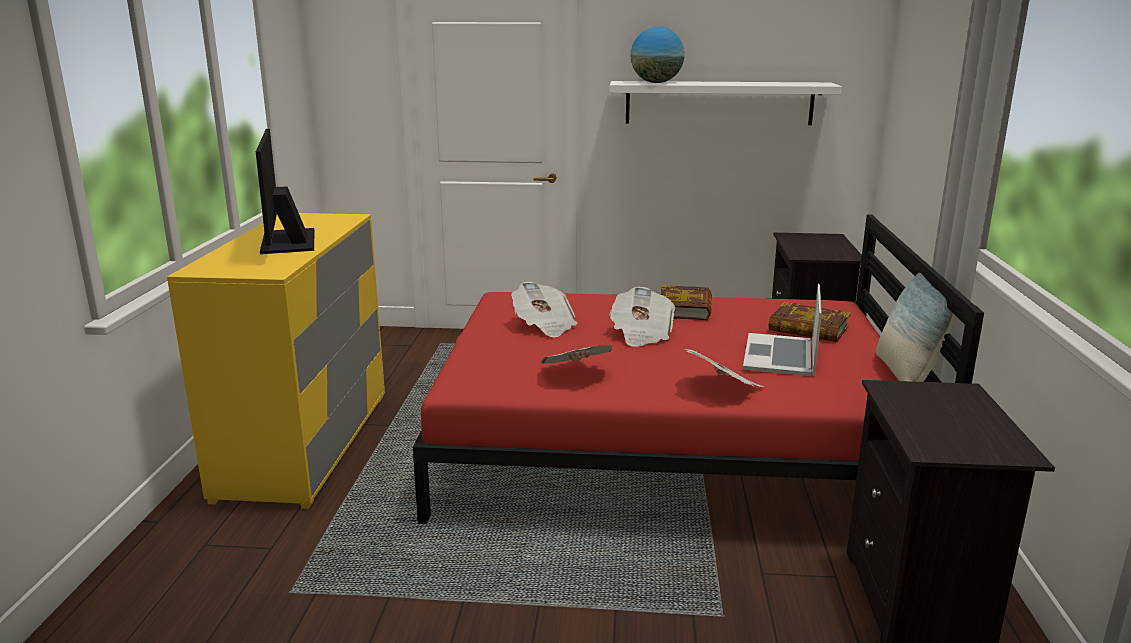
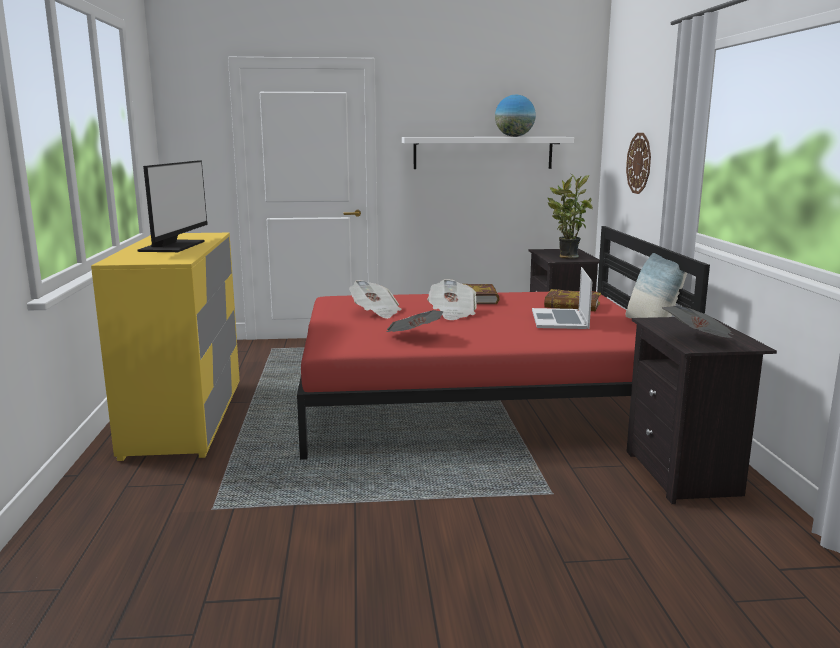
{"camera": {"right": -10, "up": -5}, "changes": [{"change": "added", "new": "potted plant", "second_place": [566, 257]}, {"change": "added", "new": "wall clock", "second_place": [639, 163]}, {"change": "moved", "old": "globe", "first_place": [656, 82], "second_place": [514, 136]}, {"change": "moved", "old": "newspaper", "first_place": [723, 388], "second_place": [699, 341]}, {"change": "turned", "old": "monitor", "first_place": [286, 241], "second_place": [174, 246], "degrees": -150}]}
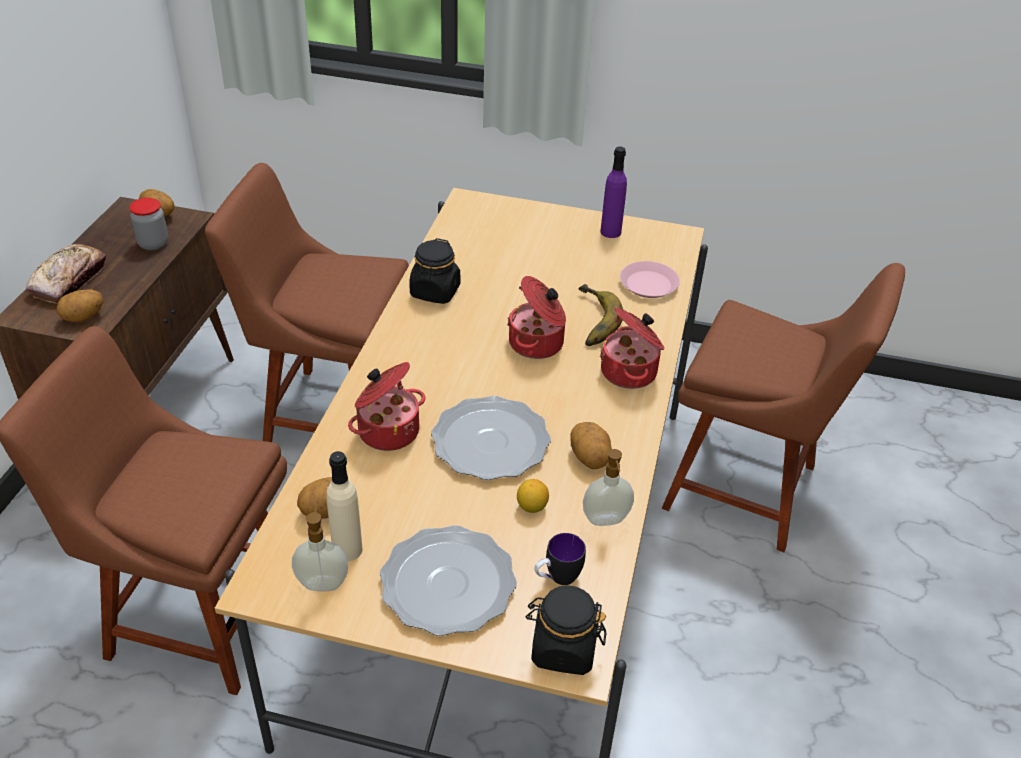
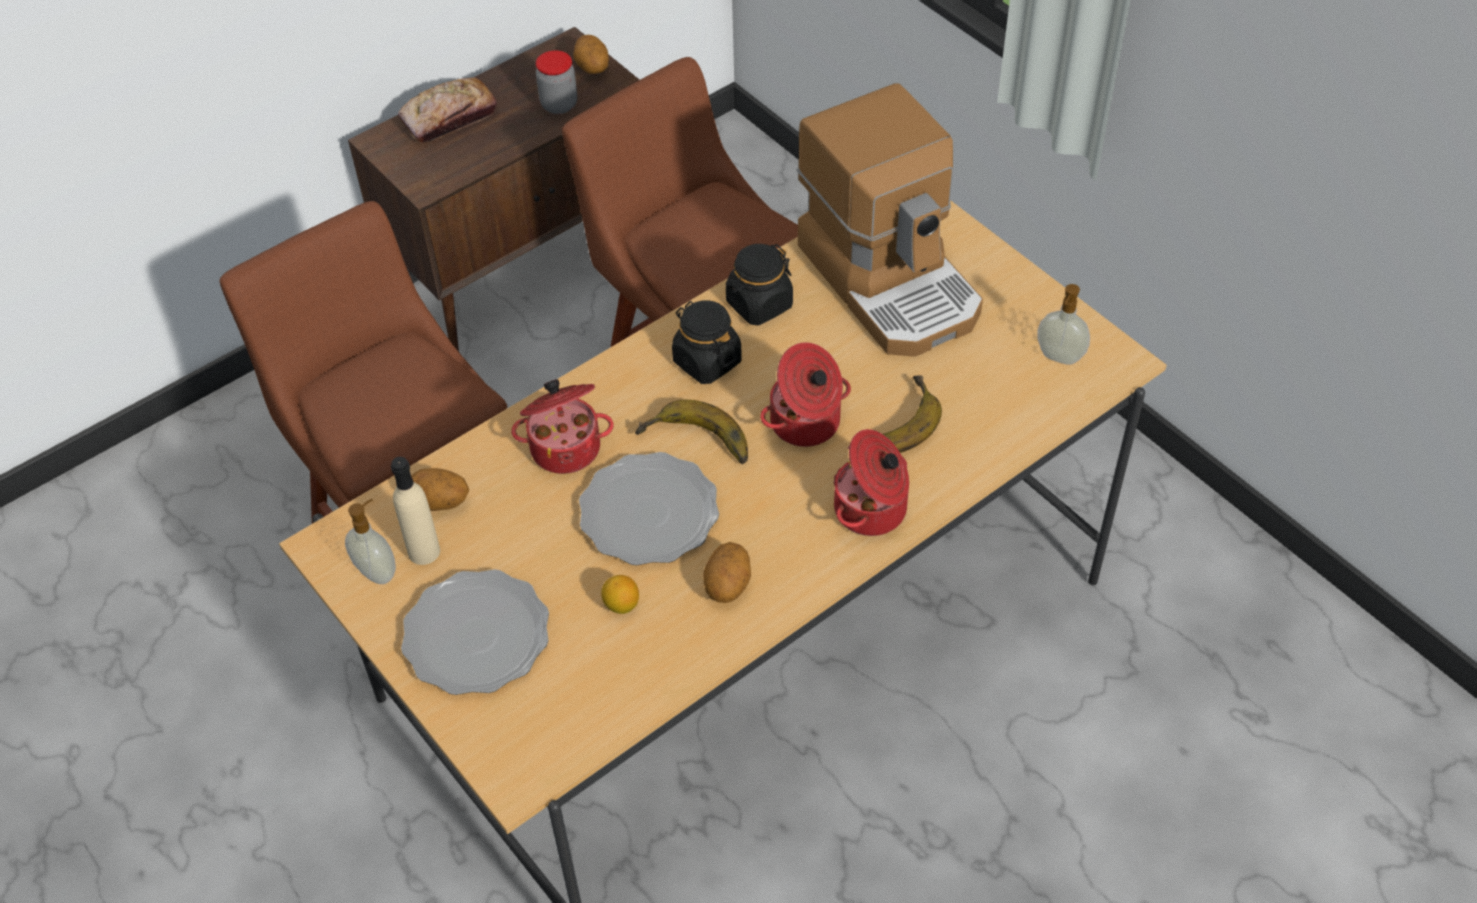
{"camera": {"right": 40, "up": 10}, "changes": [{"change": "removed", "old": "potato", "first_place": [84, 318]}, {"change": "removed", "old": "mug", "first_place": [557, 579]}, {"change": "removed", "old": "purple bottle", "first_place": [610, 232]}, {"change": "removed", "old": "pink plate", "first_place": [648, 284]}, {"change": "removed", "old": "brown chair", "first_place": [749, 490]}, {"change": "added", "new": "banana", "second_place": [695, 445]}, {"change": "added", "new": "coffee machine", "second_place": [892, 280]}, {"change": "moved", "old": "black jar", "first_place": [563, 649], "second_place": [706, 361]}, {"change": "moved", "old": "soap dispenser", "first_place": [606, 520], "second_place": [1059, 357]}]}
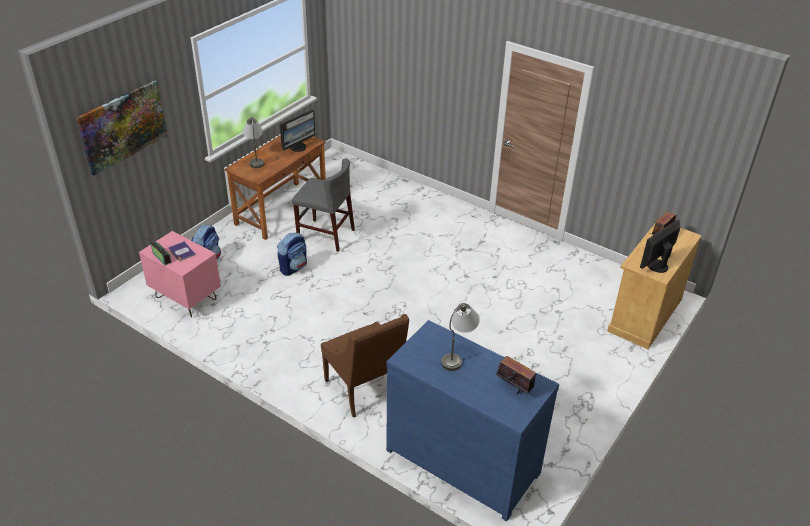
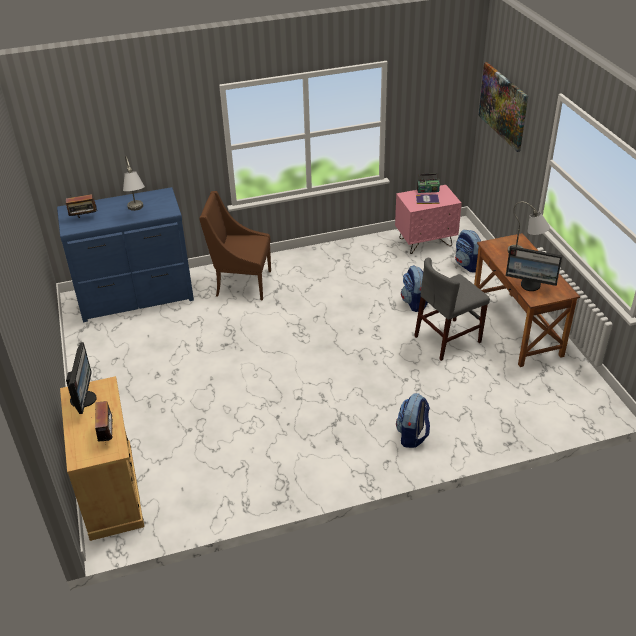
{"camera": {"right": 130, "up": 0}, "changes": [{"change": "added", "new": "backpack", "second_place": [412, 436]}, {"change": "turned", "old": "monitor", "first_place": [298, 147], "second_place": [530, 285], "degrees": -60}]}
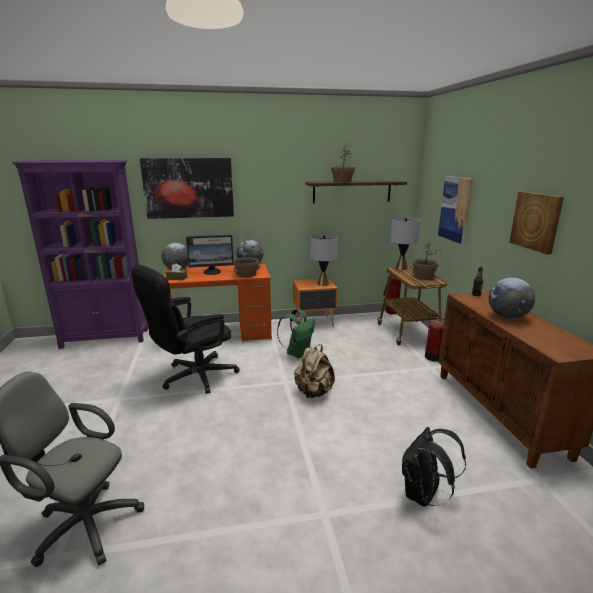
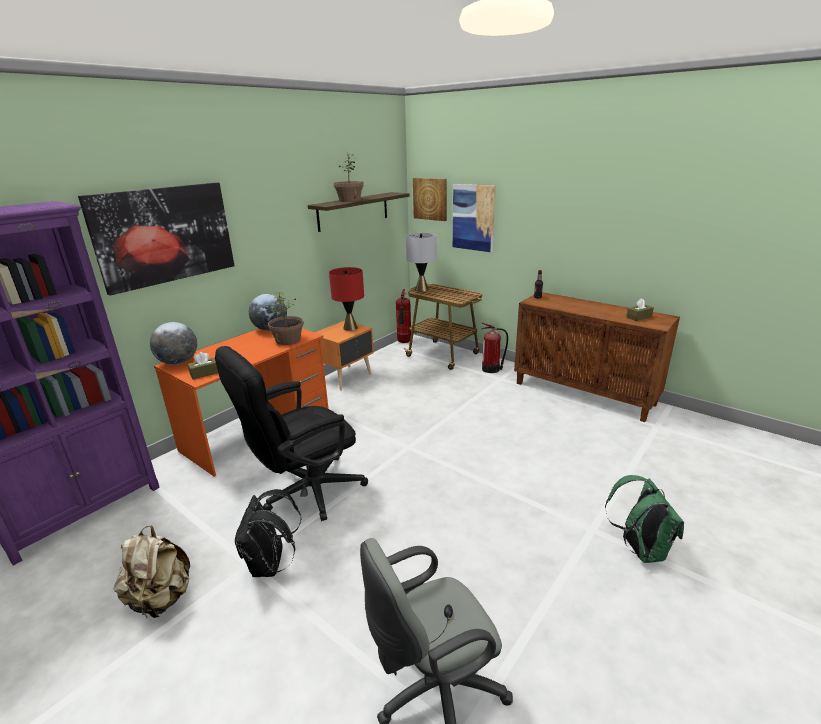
{"camera": {"right": -40, "up": 5}, "changes": [{"change": "removed", "old": "monitor", "first_place": [212, 272]}, {"change": "removed", "old": "potted plant", "first_place": [423, 275]}, {"change": "removed", "old": "globe", "first_place": [507, 317]}, {"change": "added", "new": "brown tissue box", "second_place": [639, 317]}, {"change": "moved", "old": "green backpack", "first_place": [297, 353], "second_place": [639, 549]}, {"change": "moved", "old": "beige backpack", "first_place": [313, 392], "second_place": [161, 599]}, {"change": "moved", "old": "black backpack", "first_place": [423, 495], "second_place": [270, 565]}, {"change": "moved", "old": "picture", "first_place": [536, 221], "second_place": [430, 199]}, {"change": "recoloured", "old": "grey table lamp", "new": "red table lamp", "first_place": [323, 283], "second_place": [350, 328]}, {"change": "turned", "old": "black office chair", "first_place": [192, 377], "second_place": [304, 492], "degrees": 45}]}
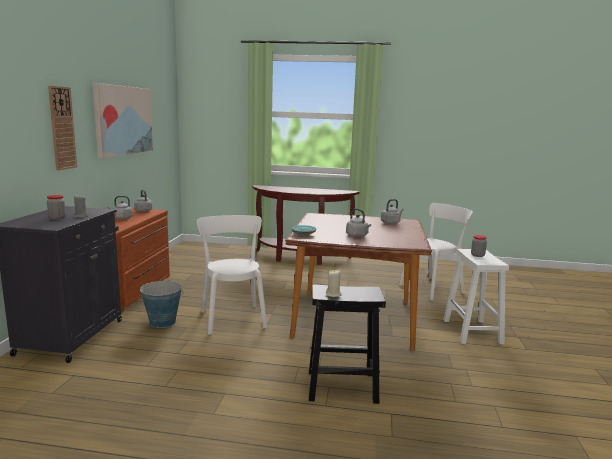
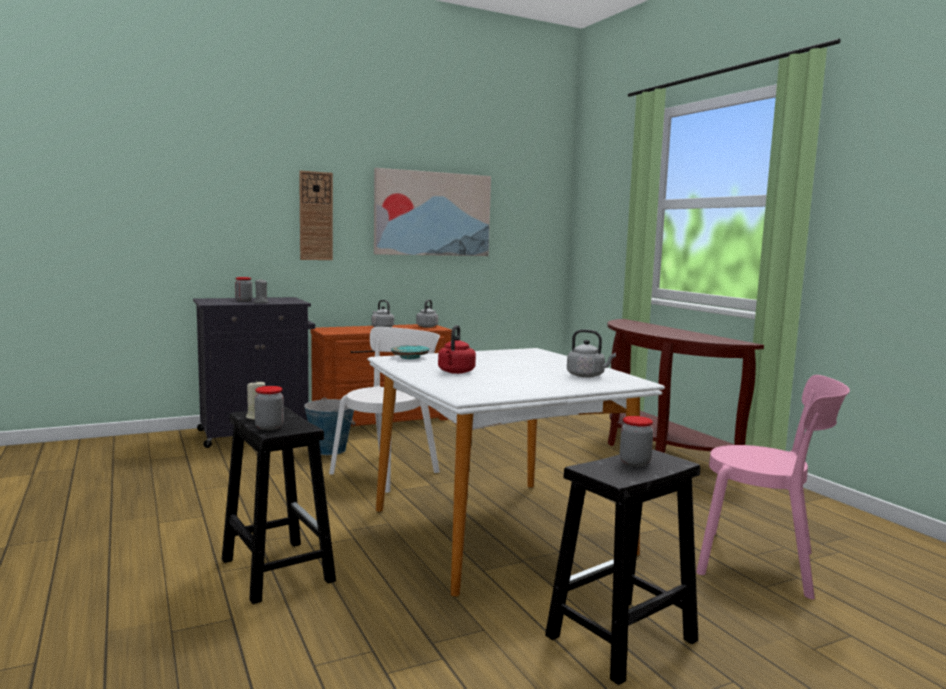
{"camera": {"right": 55, "up": -5}, "changes": [{"change": "added", "new": "jar", "second_place": [269, 427]}, {"change": "recoloured", "old": "brown dining table", "new": "white dining table", "first_place": [353, 318], "second_place": [499, 531]}, {"change": "recoloured", "old": "grey kettle", "new": "red kettle", "first_place": [358, 235], "second_place": [455, 372]}, {"change": "recoloured", "old": "white chair", "new": "pink chair", "first_place": [433, 288], "second_place": [763, 564]}, {"change": "recoloured", "old": "white stool", "new": "black stool", "first_place": [472, 332], "second_place": [620, 639]}]}
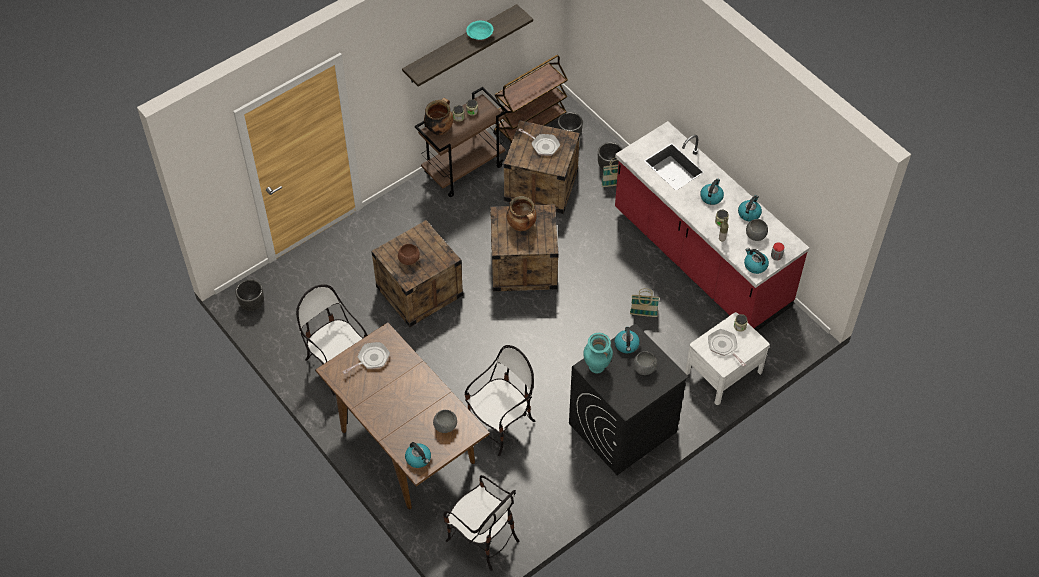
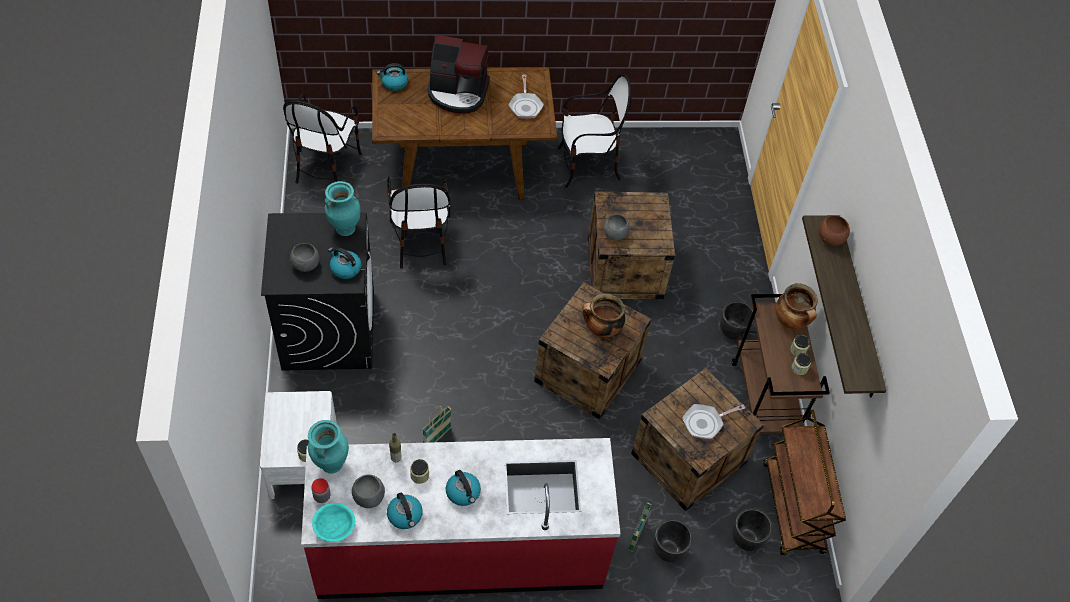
{"camera": {"right": 120, "up": 0}, "changes": [{"change": "removed", "old": "frying pan", "first_place": [723, 346]}, {"change": "added", "new": "coffee machine", "second_place": [458, 92]}, {"change": "moved", "old": "black planter", "first_place": [252, 304], "second_place": [732, 331]}, {"change": "moved", "old": "brown bowl", "first_place": [409, 260], "second_place": [830, 238]}, {"change": "moved", "old": "grey bowl", "first_place": [445, 426], "second_place": [614, 234]}, {"change": "moved", "old": "turquoise bowl", "first_place": [480, 35], "second_place": [334, 527]}, {"change": "replaced", "old": "kettle", "new": "turquoise vase", "first_place": [755, 265], "second_place": [331, 464]}, {"change": "turned", "old": "chair", "first_place": [482, 538], "second_place": [326, 166], "degrees": -60}]}
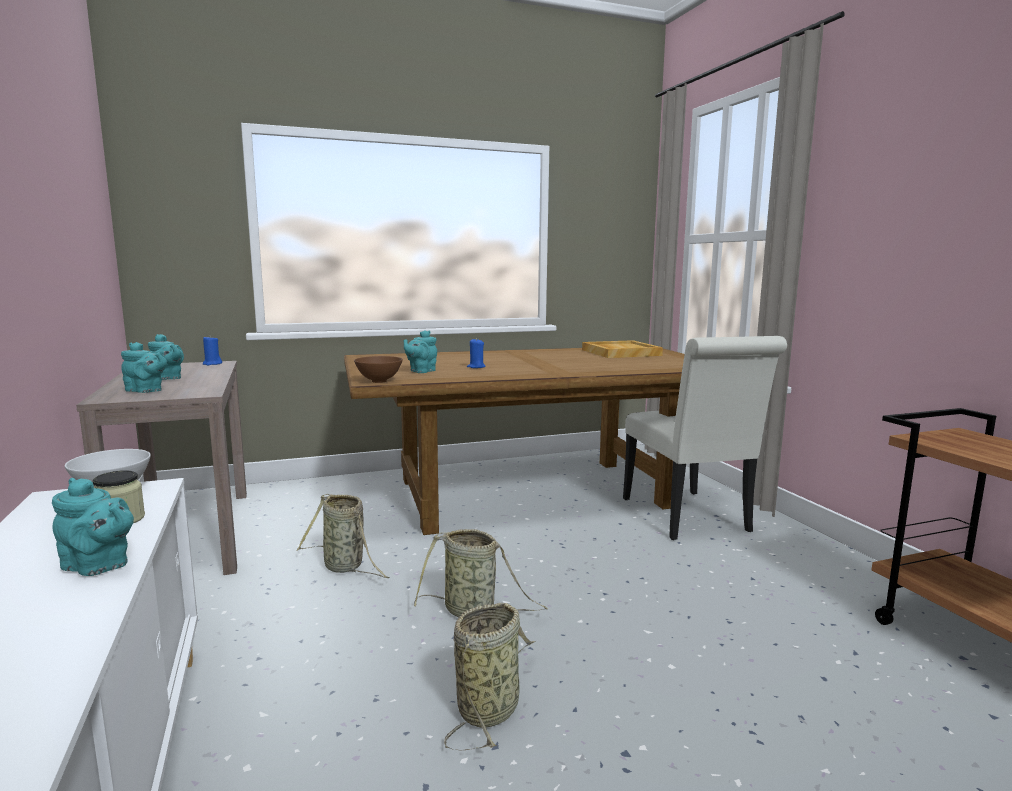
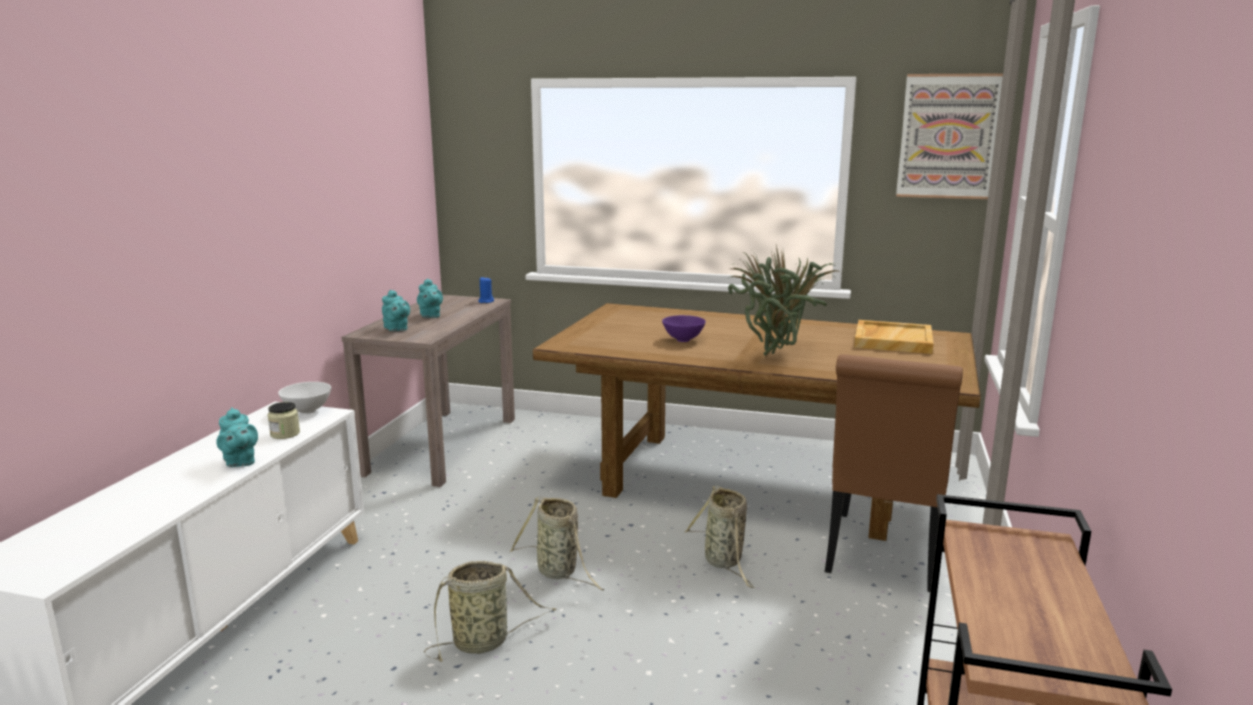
{"camera": {"right": 35, "up": 5}, "changes": [{"change": "removed", "old": "brown bowl", "first_place": [379, 381]}, {"change": "removed", "old": "turquoise teapot", "first_place": [421, 371]}, {"change": "added", "new": "potted plant", "second_place": [779, 355]}, {"change": "added", "new": "picture", "second_place": [948, 136]}, {"change": "moved", "old": "basket", "first_place": [346, 567], "second_place": [724, 562]}, {"change": "replaced", "old": "blue candle", "new": "purple bowl", "first_place": [476, 367], "second_place": [683, 340]}, {"change": "recoloured", "old": "white chair", "new": "brown chair", "first_place": [689, 518], "second_place": [883, 556]}]}
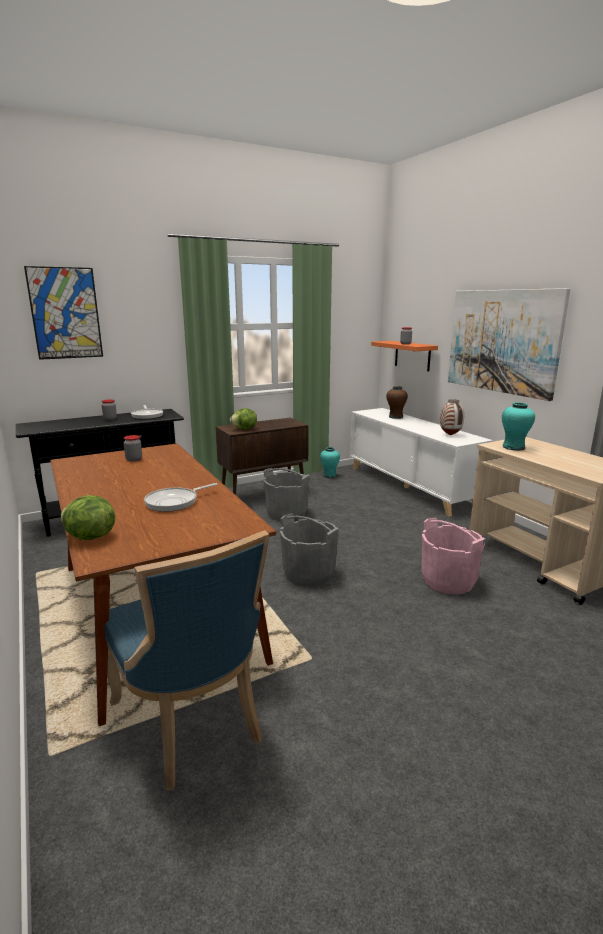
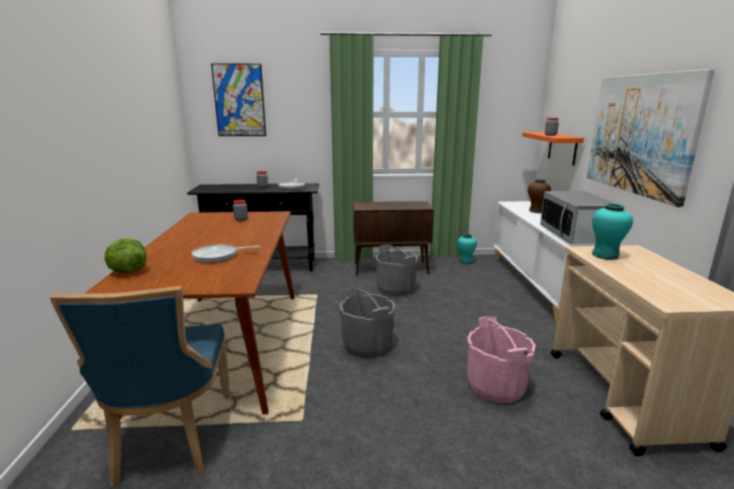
{"camera": {"right": 25, "up": 0}, "changes": [{"change": "removed", "old": "lettuce", "first_place": [244, 429]}, {"change": "replaced", "old": "vase", "new": "microwave", "first_place": [450, 435], "second_place": [575, 235]}]}
